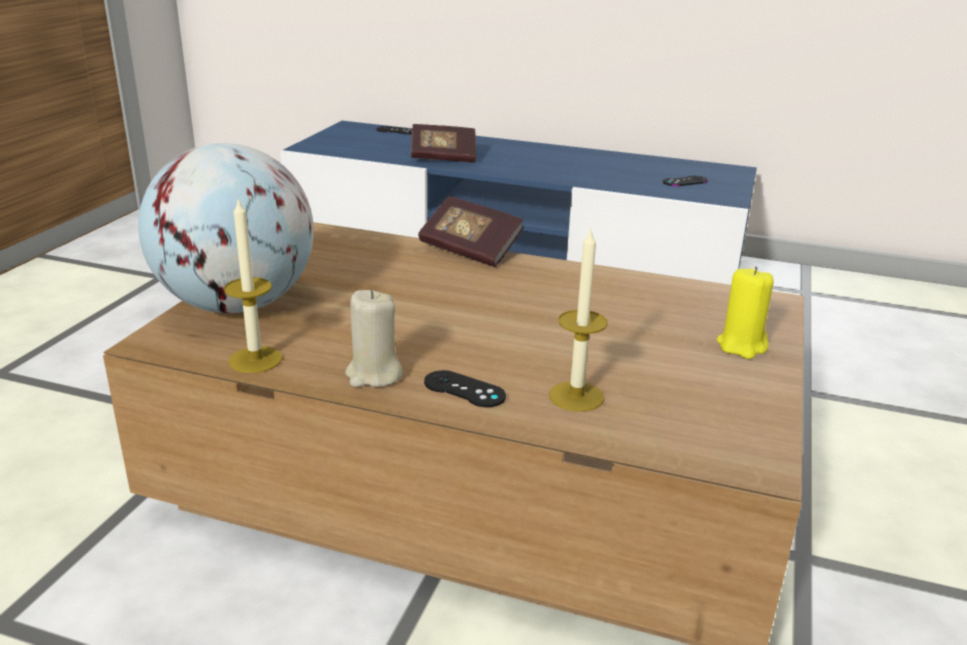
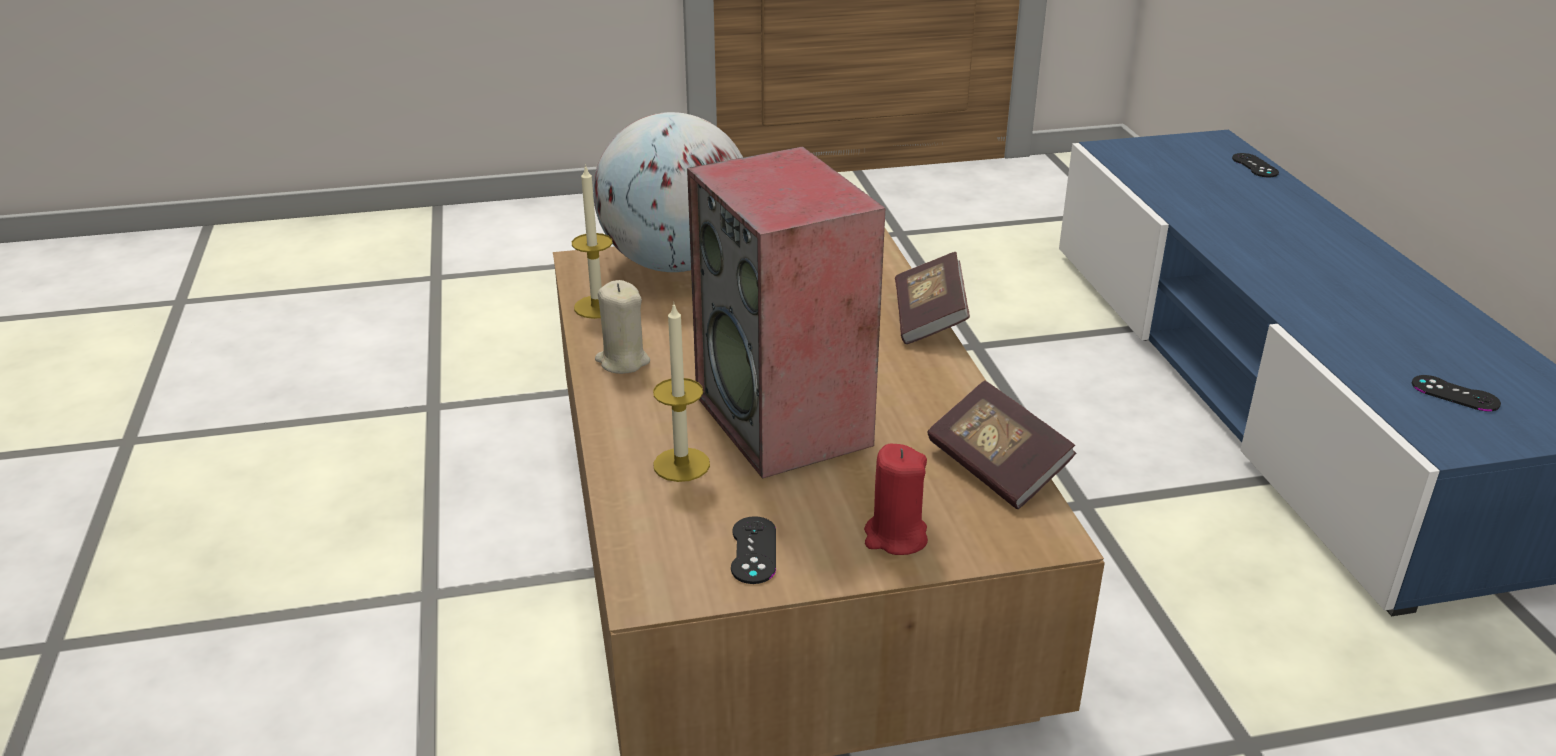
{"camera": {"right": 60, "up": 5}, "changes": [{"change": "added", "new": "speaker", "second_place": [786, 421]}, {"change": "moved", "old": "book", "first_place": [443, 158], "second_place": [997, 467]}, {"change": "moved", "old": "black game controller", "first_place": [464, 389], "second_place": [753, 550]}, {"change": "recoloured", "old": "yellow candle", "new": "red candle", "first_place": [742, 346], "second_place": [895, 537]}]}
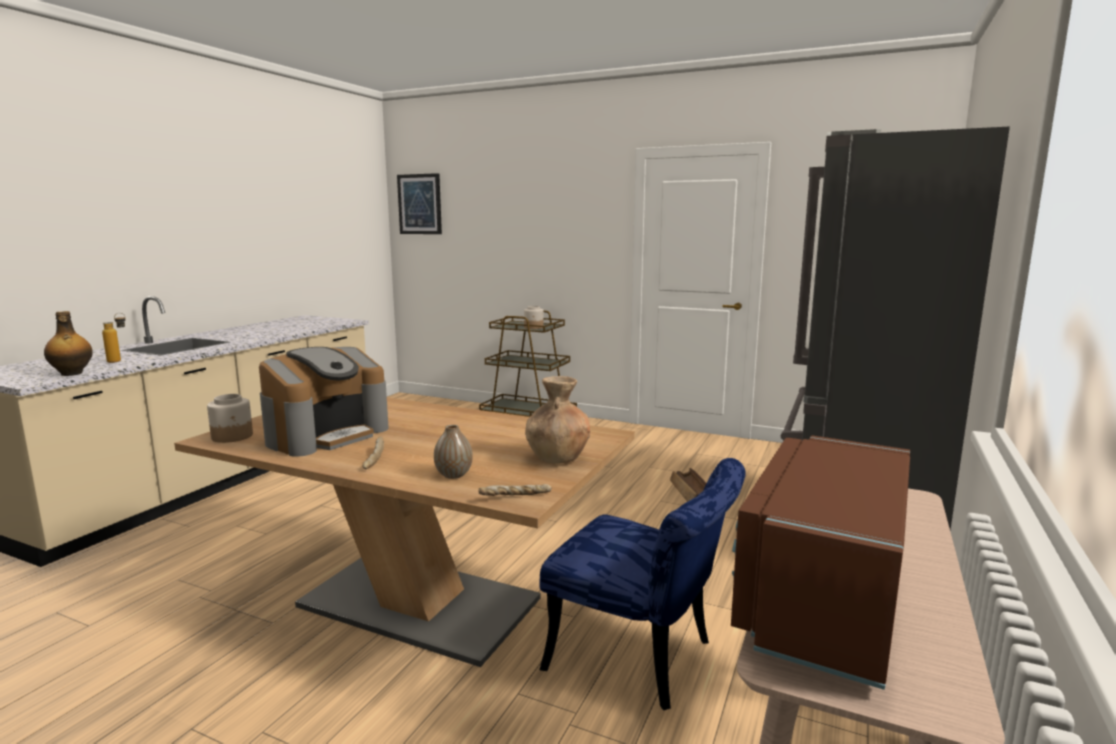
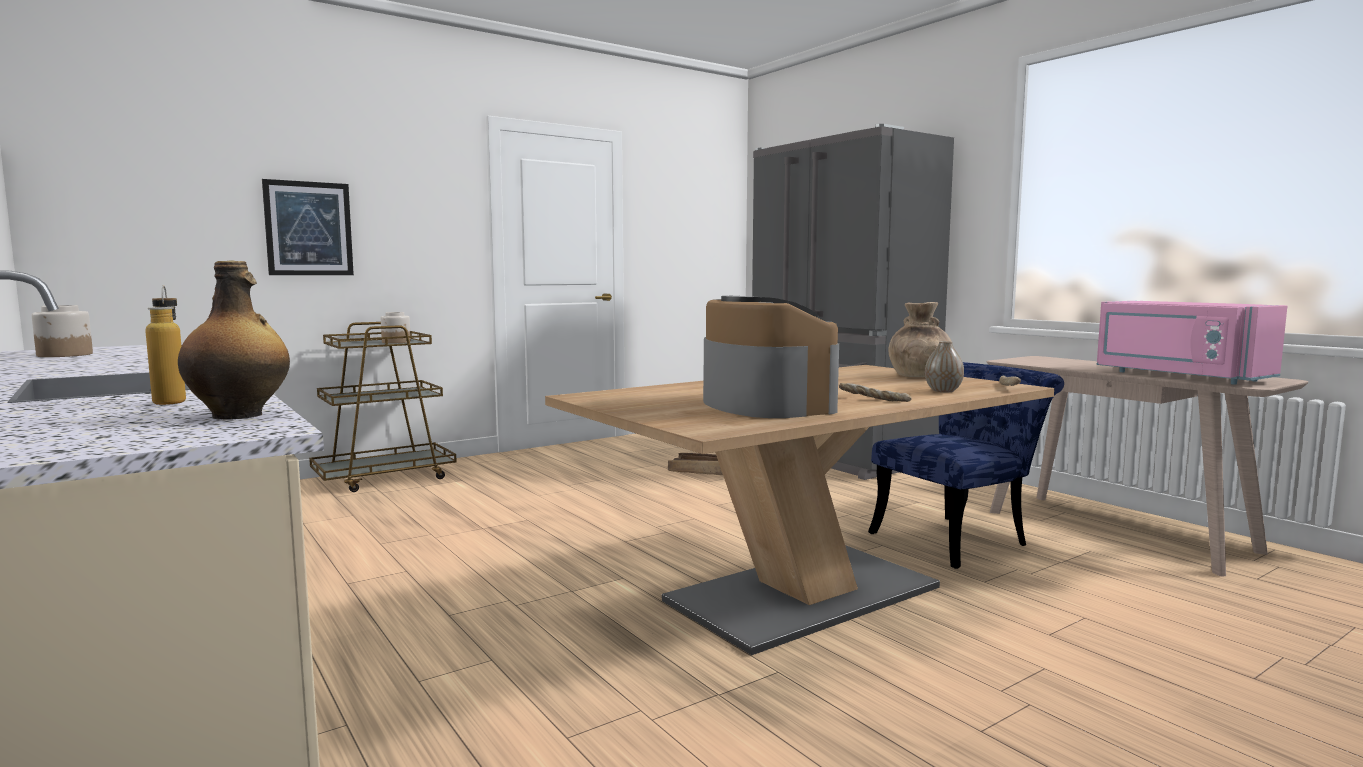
{"camera": {"right": -60, "up": -5}, "changes": [{"change": "moved", "old": "jar", "first_place": [232, 436], "second_place": [65, 355]}, {"change": "moved", "old": "picture", "first_place": [420, 204], "second_place": [308, 228]}, {"change": "recoloured", "old": "brown microwave", "new": "pink microwave", "first_place": [819, 598], "second_place": [1178, 376]}]}
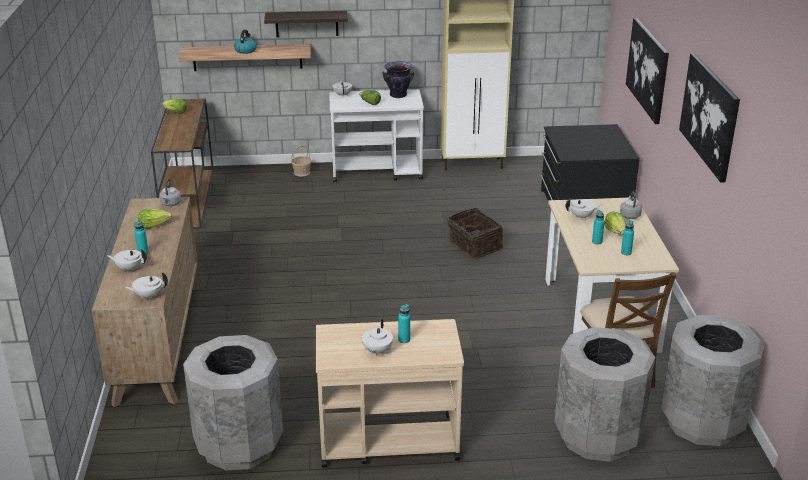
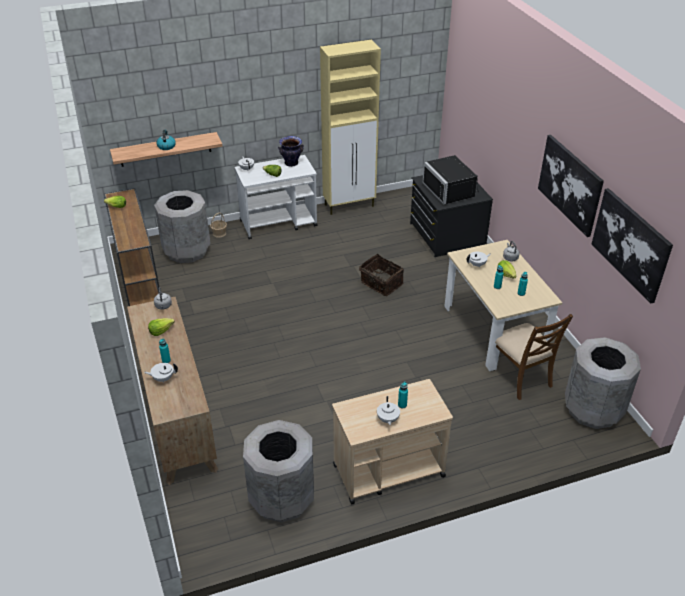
{"camera": {"right": -15, "up": 10}, "changes": [{"change": "removed", "old": "white teapot", "first_place": [148, 296]}, {"change": "removed", "old": "shelf", "first_place": [306, 24]}, {"change": "added", "new": "black microwave", "second_place": [451, 190]}, {"change": "moved", "old": "grey trash can", "first_place": [597, 436], "second_place": [187, 251]}, {"change": "moved", "old": "picture", "first_place": [648, 69], "second_place": [631, 244]}]}
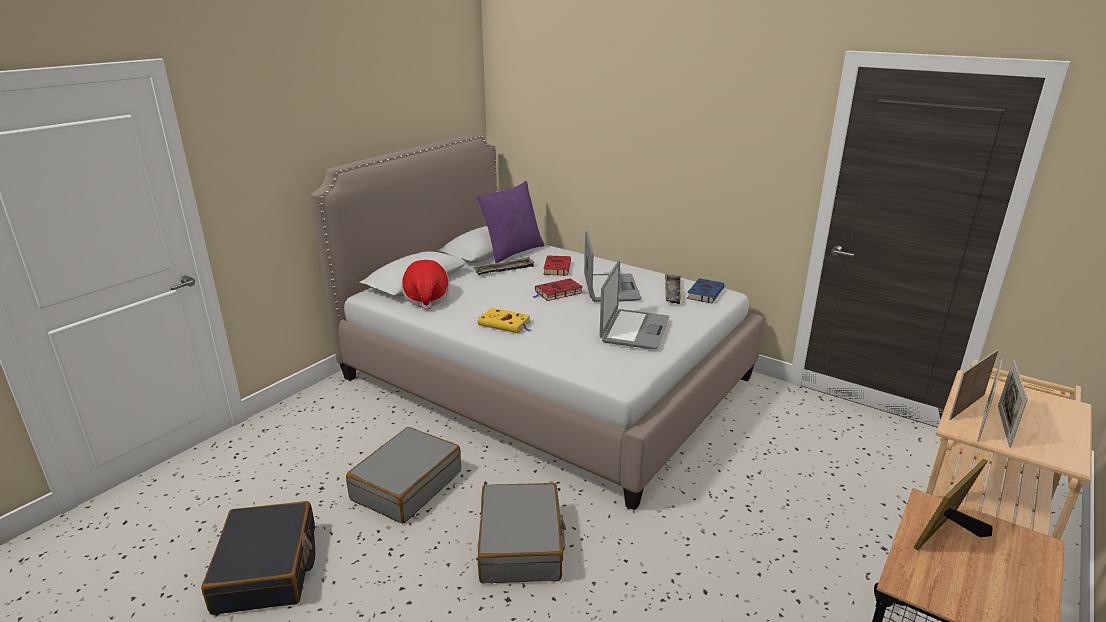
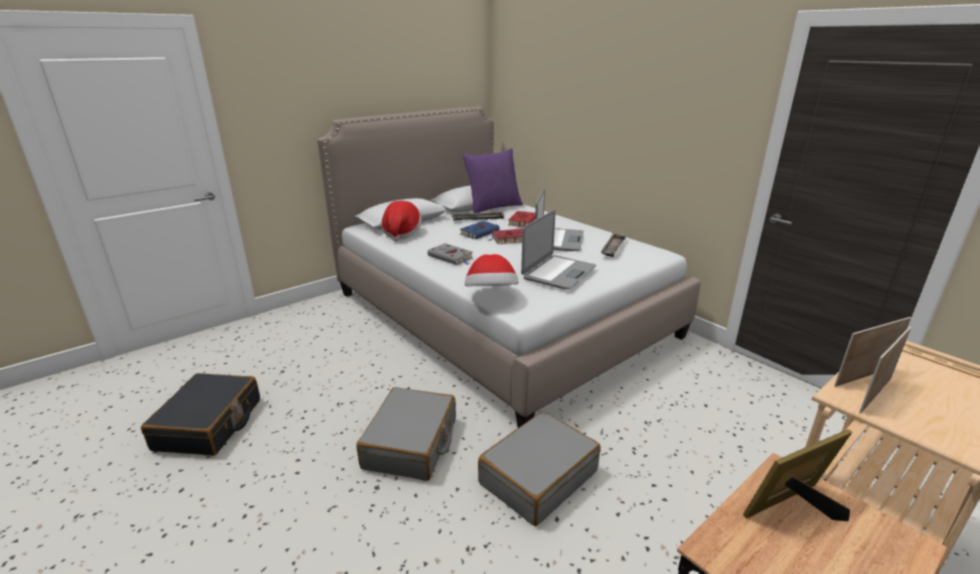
{"camera": {"right": 15, "up": 0}, "changes": [{"change": "removed", "old": "picture frame", "first_place": [1003, 426]}, {"change": "added", "new": "hat", "second_place": [491, 295]}, {"change": "moved", "old": "grey suitcase", "first_place": [406, 485], "second_place": [538, 476]}, {"change": "moved", "old": "blue book", "first_place": [705, 293], "second_place": [480, 232]}, {"change": "recoloured", "old": "yellow book", "new": "grey book", "first_place": [506, 324], "second_place": [451, 257]}]}
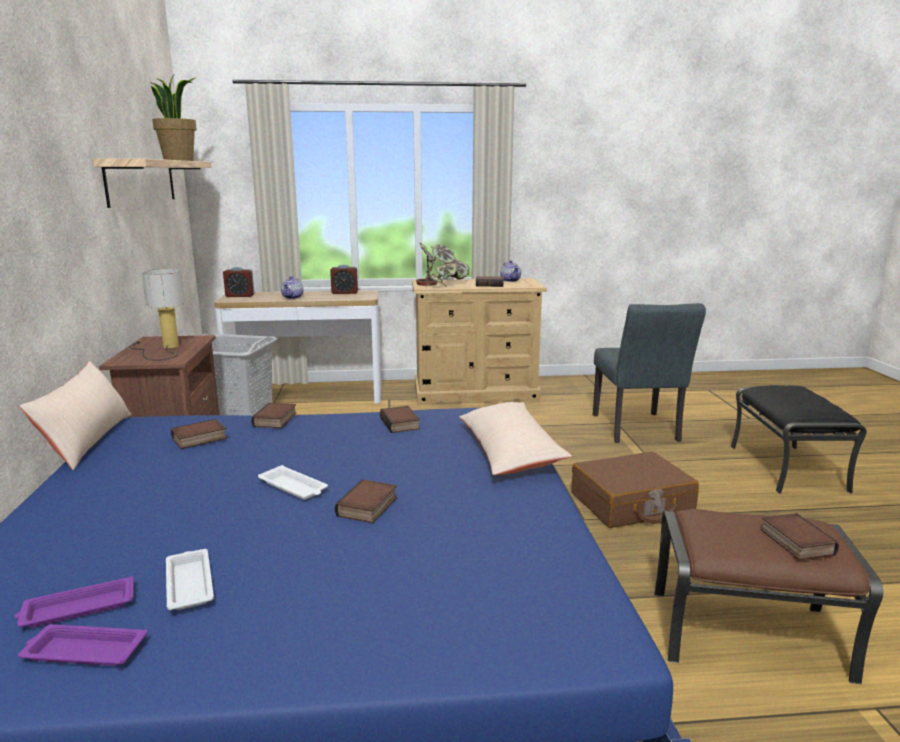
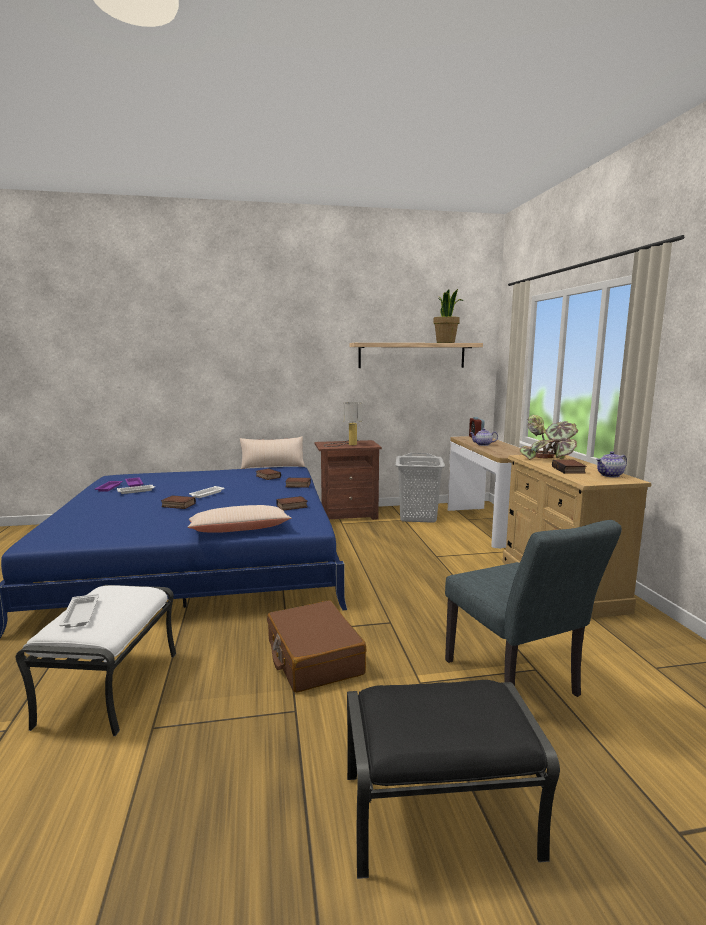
{"camera": {"right": 85, "up": -5}, "changes": [{"change": "removed", "old": "alarm clock", "first_place": [344, 293]}, {"change": "replaced", "old": "book", "new": "white tray", "first_place": [794, 542], "second_place": [80, 615]}, {"change": "recoloured", "old": "brown ottoman", "new": "white ottoman", "first_place": [746, 635], "second_place": [110, 687]}, {"change": "turned", "old": "grey chair", "first_place": [637, 430], "second_place": [517, 683], "degrees": -105}]}
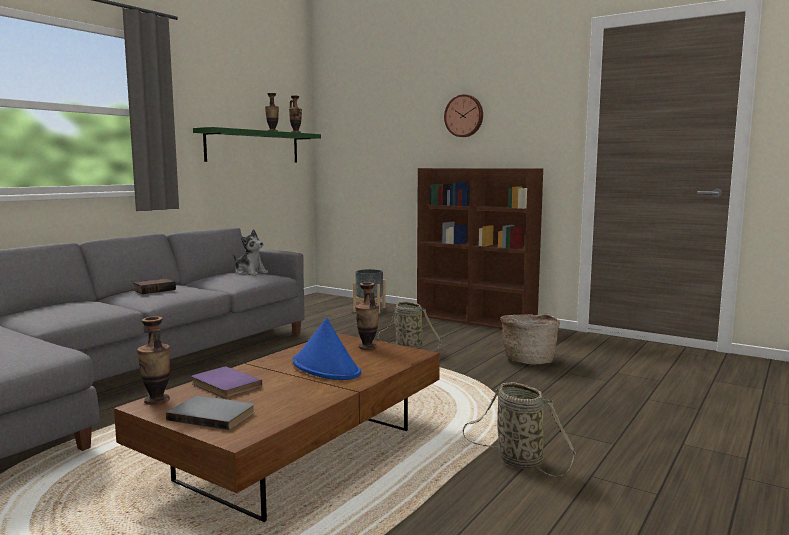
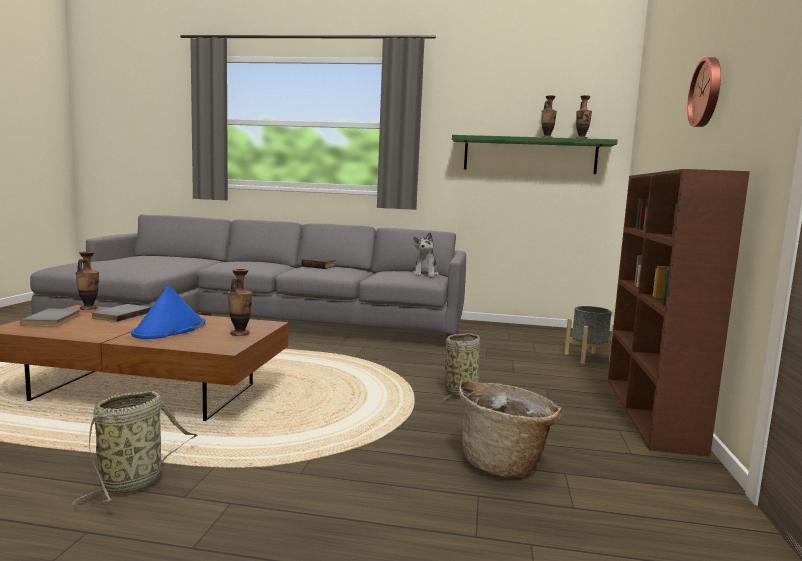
{"camera": {"right": 65, "up": 0}, "changes": [{"change": "recoloured", "old": "purple book", "new": "grey book", "first_place": [223, 385], "second_place": [120, 315]}]}
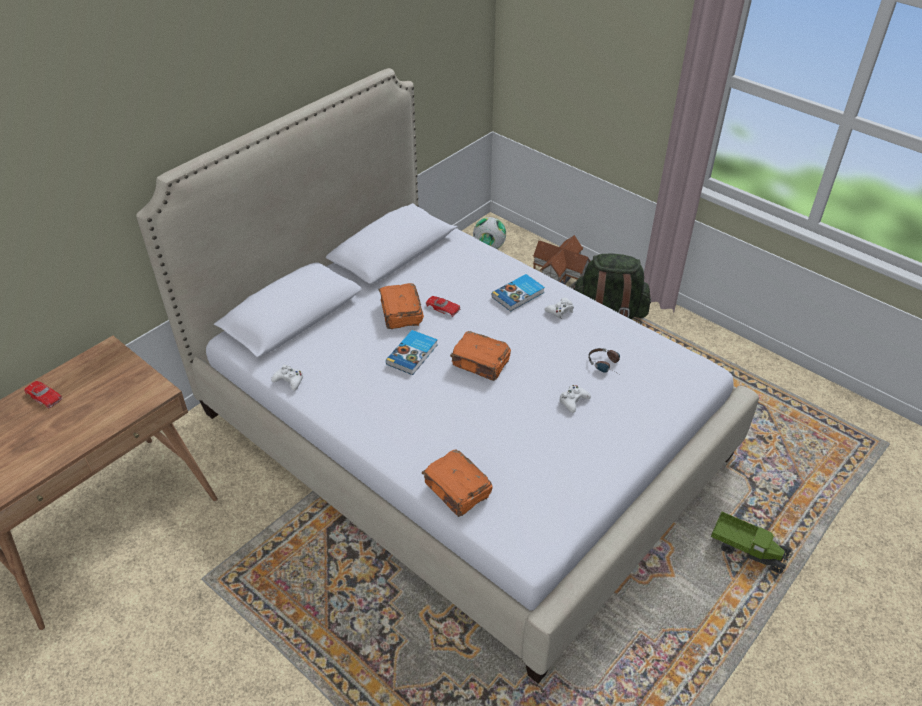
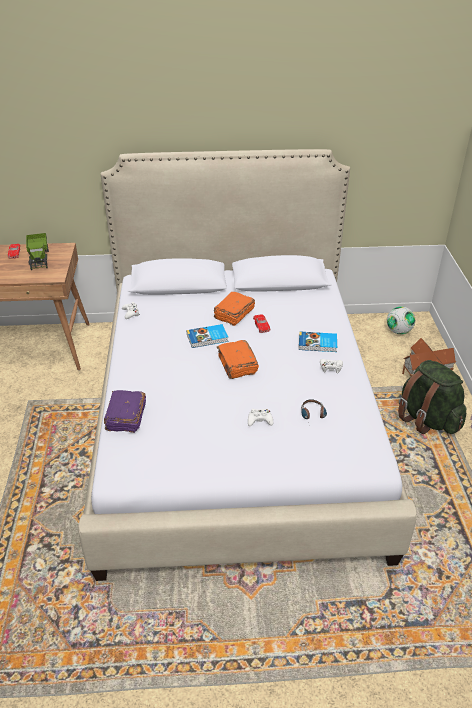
{"camera": {"right": 45, "up": -5}, "changes": [{"change": "moved", "old": "toy truck", "first_place": [747, 549], "second_place": [39, 258]}, {"change": "recoloured", "old": "orange book", "new": "purple book", "first_place": [457, 490], "second_place": [125, 418]}]}
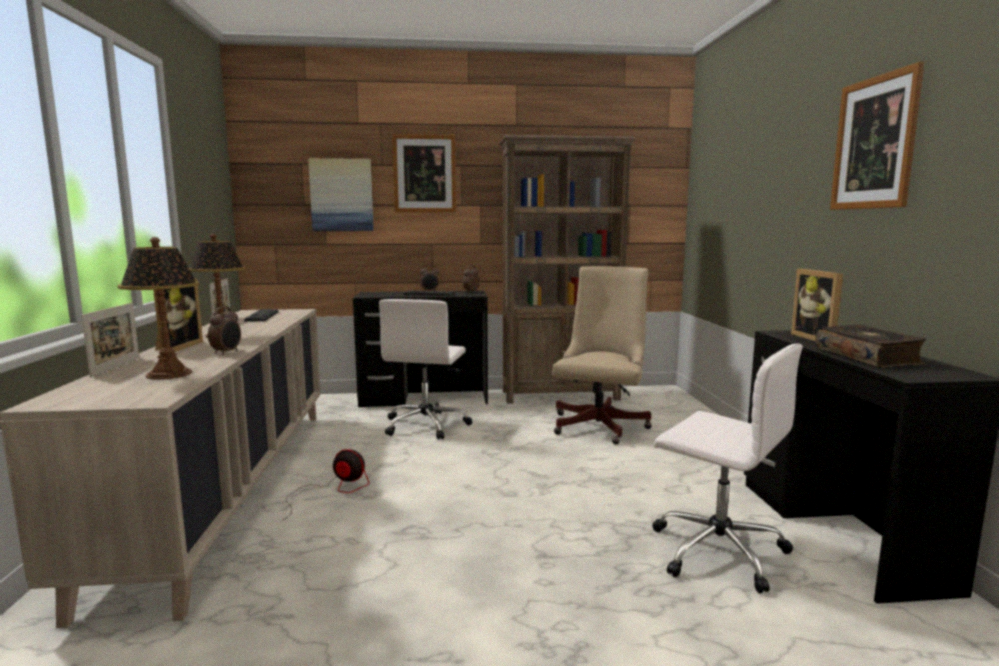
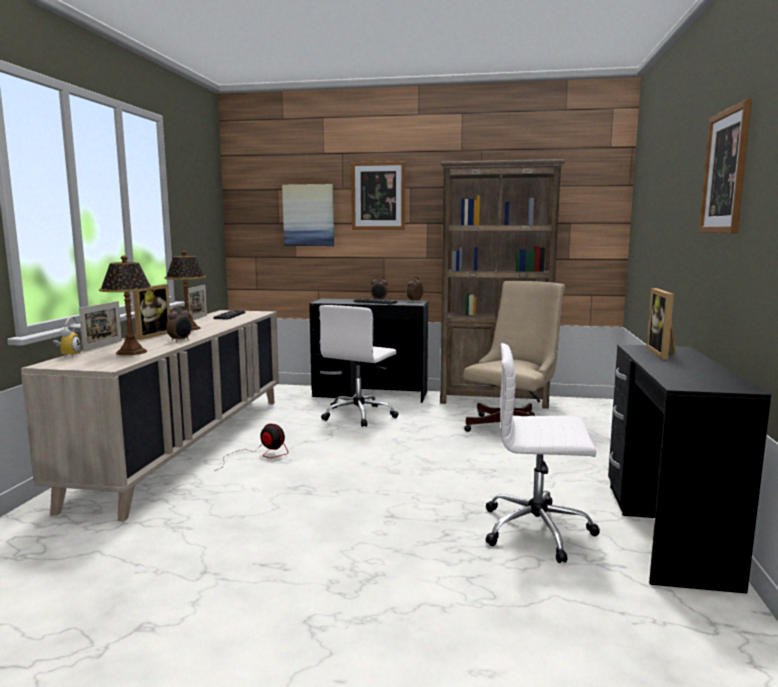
{"camera": {"right": 15, "up": 0}, "changes": [{"change": "removed", "old": "book", "first_place": [868, 357]}, {"change": "added", "new": "alarm clock", "second_place": [69, 355]}, {"change": "turned", "old": "white office chair", "first_place": [716, 550], "second_place": [538, 530], "degrees": 135}]}
